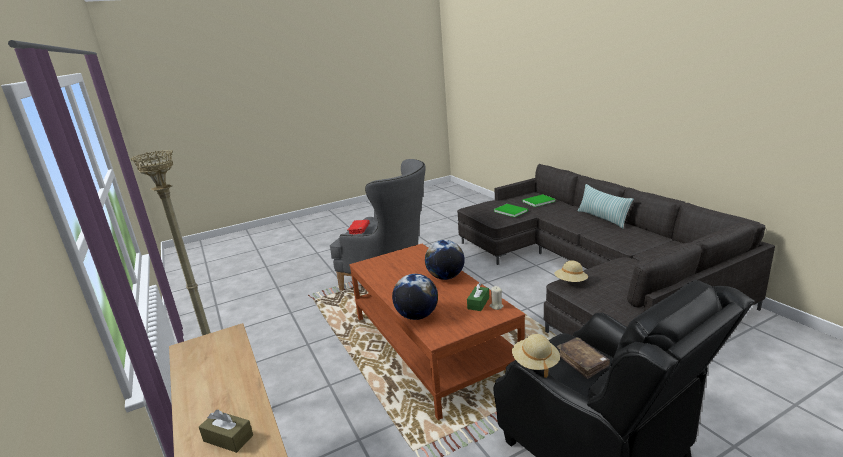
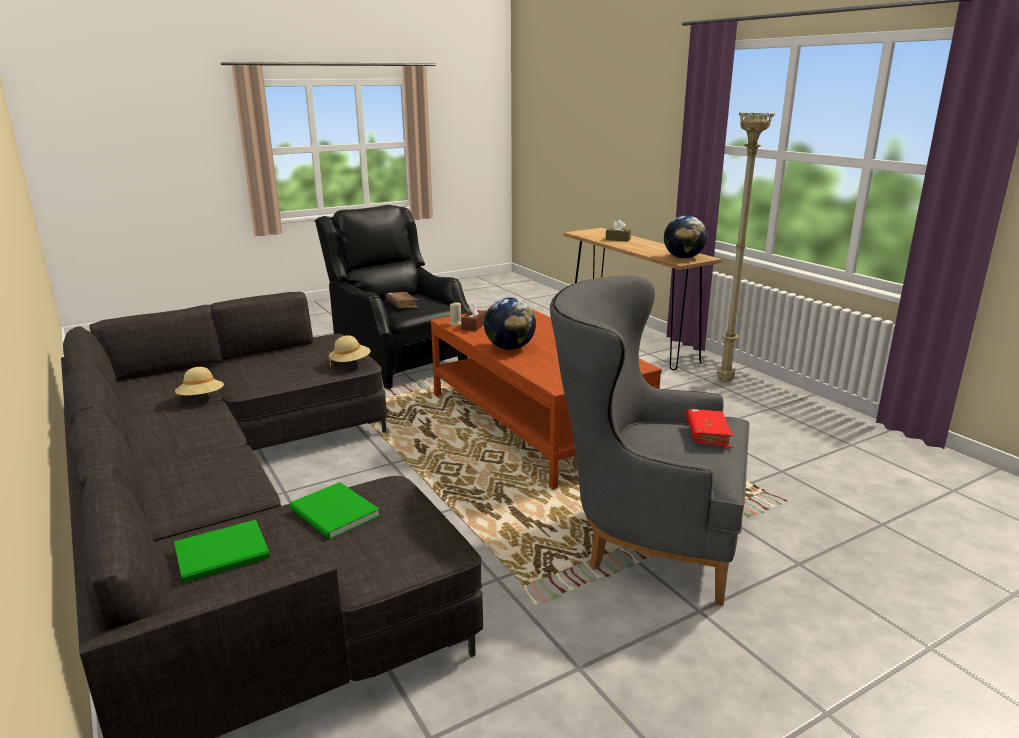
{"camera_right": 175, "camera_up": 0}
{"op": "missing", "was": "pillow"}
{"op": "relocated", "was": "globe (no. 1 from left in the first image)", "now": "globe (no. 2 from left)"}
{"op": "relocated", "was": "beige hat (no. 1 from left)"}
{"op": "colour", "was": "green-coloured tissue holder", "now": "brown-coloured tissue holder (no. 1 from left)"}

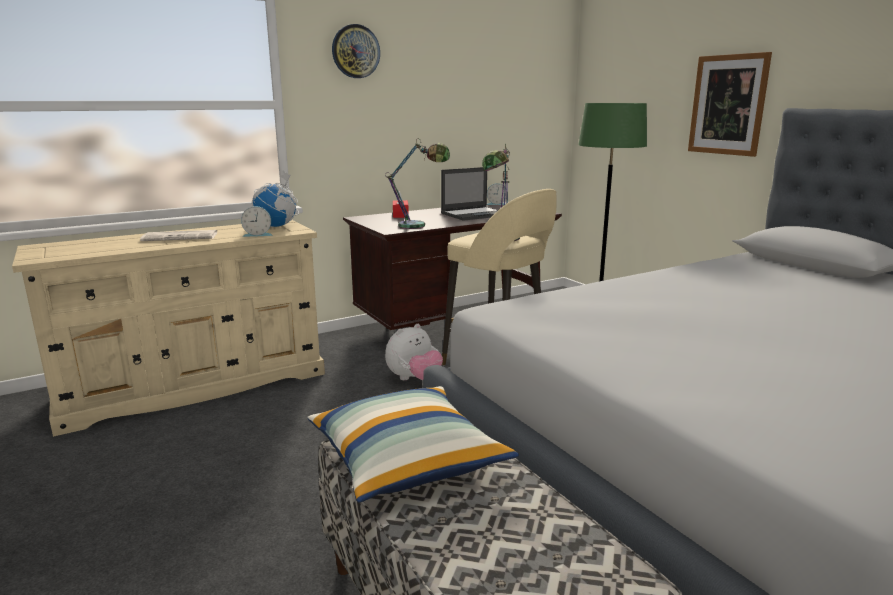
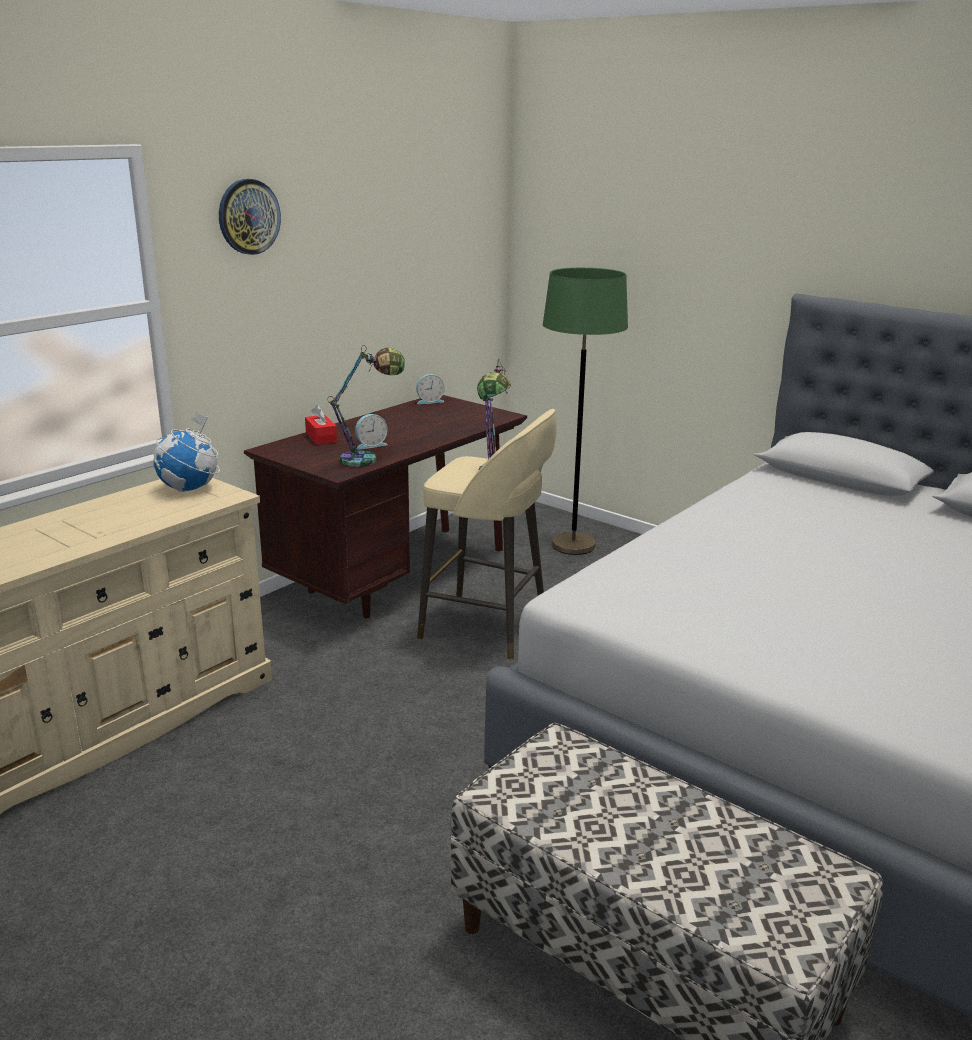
{"camera_right": -20, "camera_up": 5}
{"op": "missing", "was": "printed paper"}
{"op": "missing", "was": "pillow"}
{"op": "missing", "was": "soft toy"}
{"op": "missing", "was": "portable computer"}
{"op": "missing", "was": "wall art"}
{"op": "relocated", "was": "bedside clock (no. 1 from left)"}

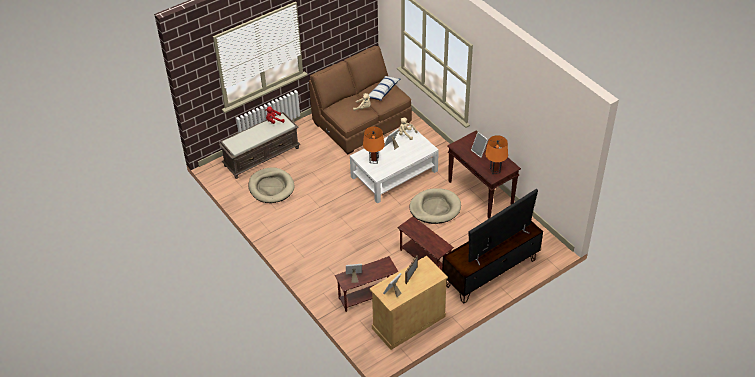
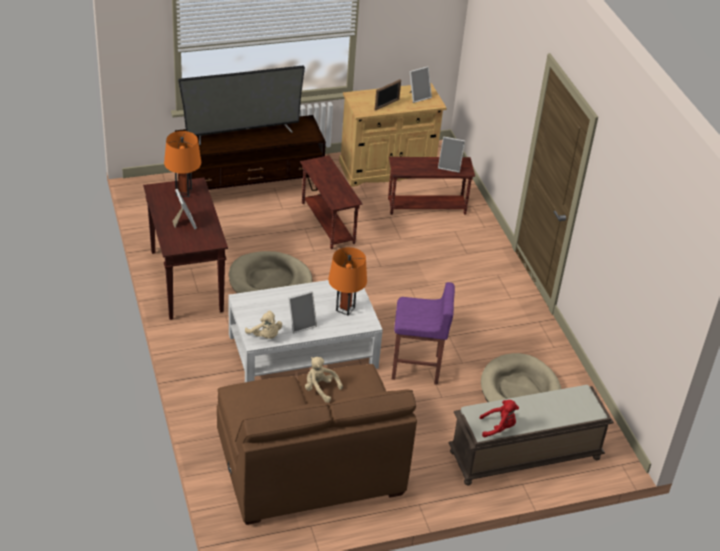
{"camera_right": -165, "camera_up": -5}
{"op": "missing", "was": "pillow"}
{"op": "appeared", "now": "purple stool seat"}

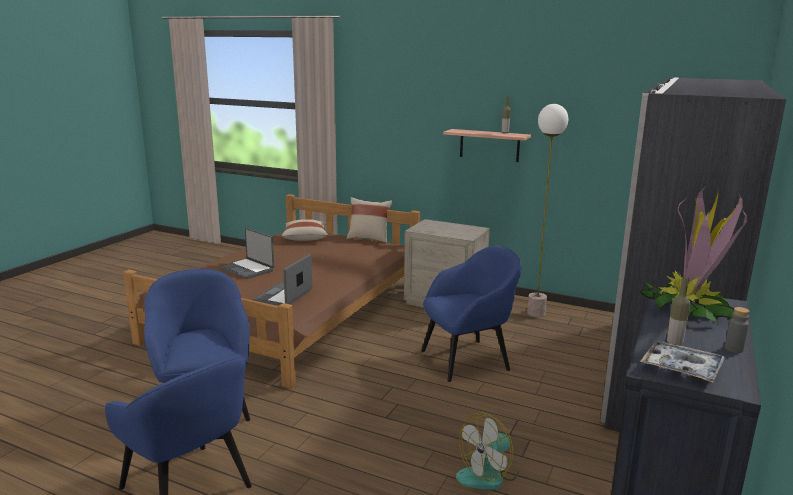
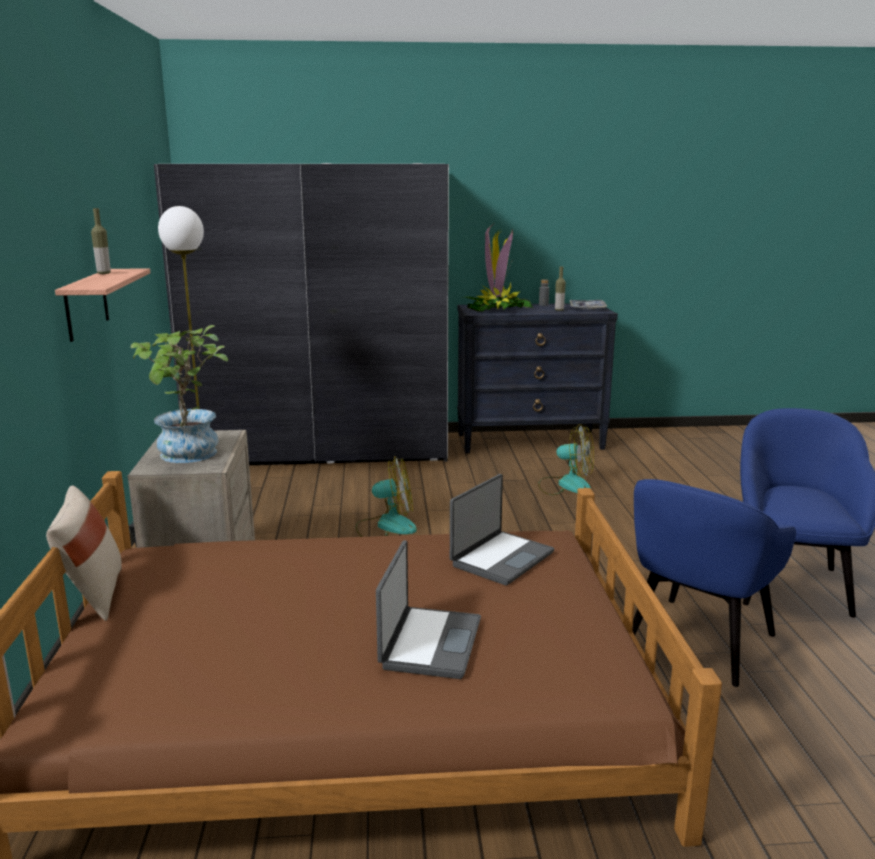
{"camera_right": -120, "camera_up": 0}
{"op": "missing", "was": "beige pillow (no. 1 from left)"}
{"op": "appeared", "now": "potted plant (no. 1 from left)"}
{"op": "exchanged", "was": "bluish armchair (no. 3 from left)", "now": "fan (no. 1 from left)"}
{"op": "spun", "was": "portable computer (no. 2 from left)", "clockwise": -45}

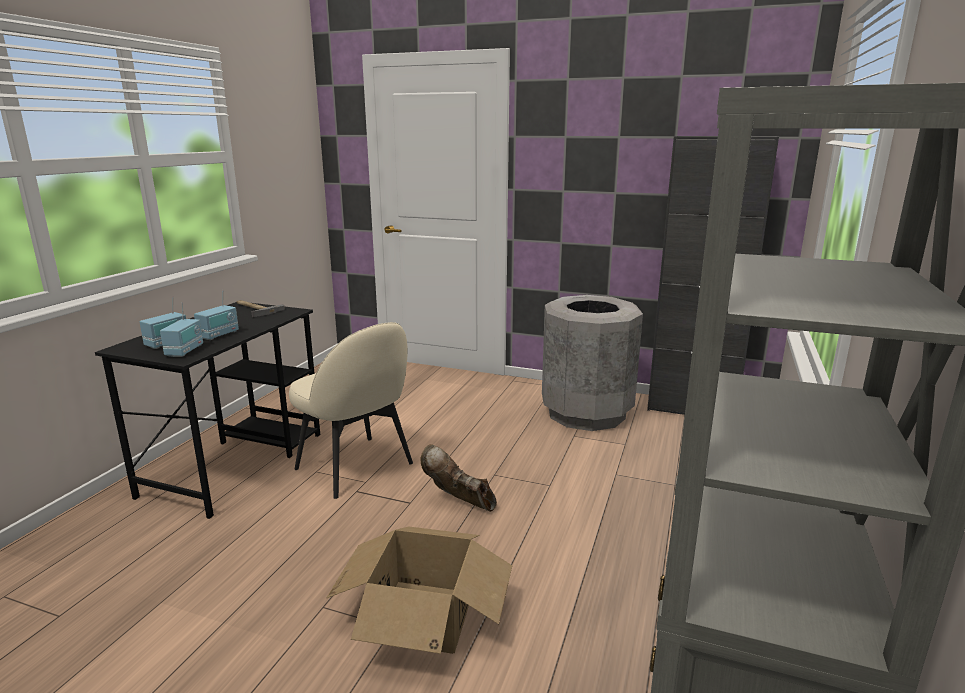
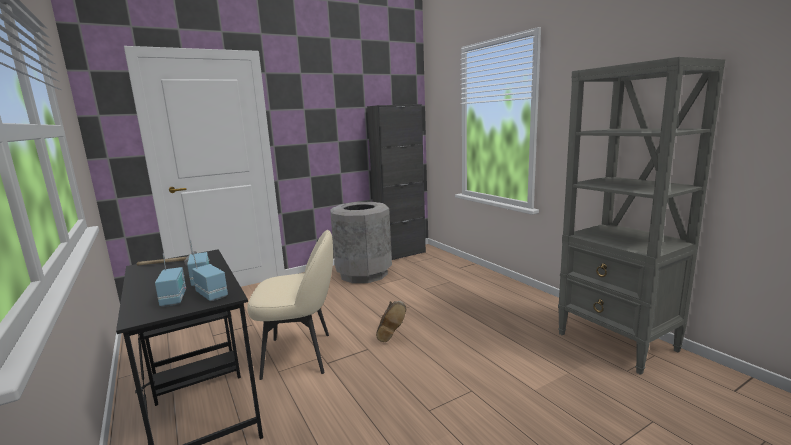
{"camera_right": -50, "camera_up": -5}
{"op": "missing", "was": "packing box"}
{"op": "spun", "was": "brown-coloured boot", "clockwise": -75}

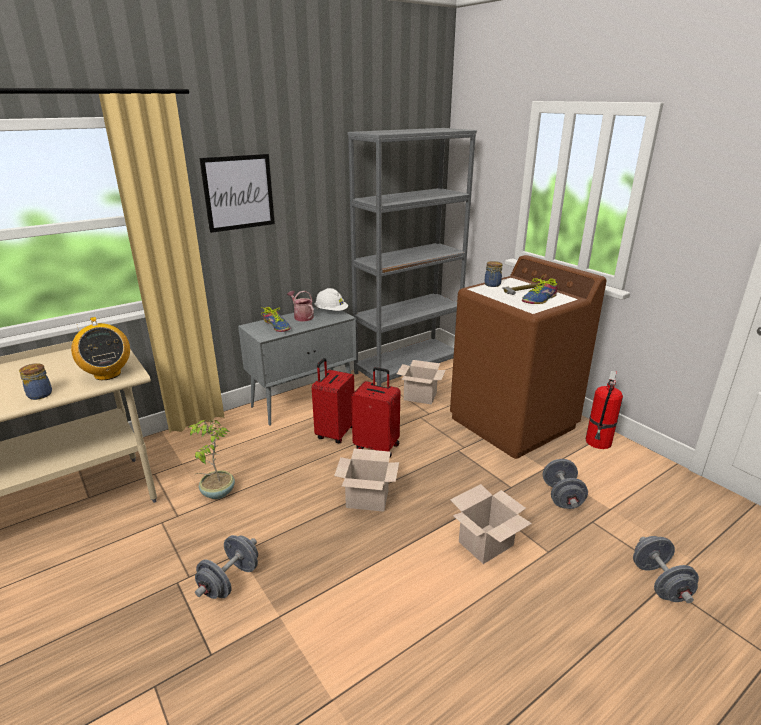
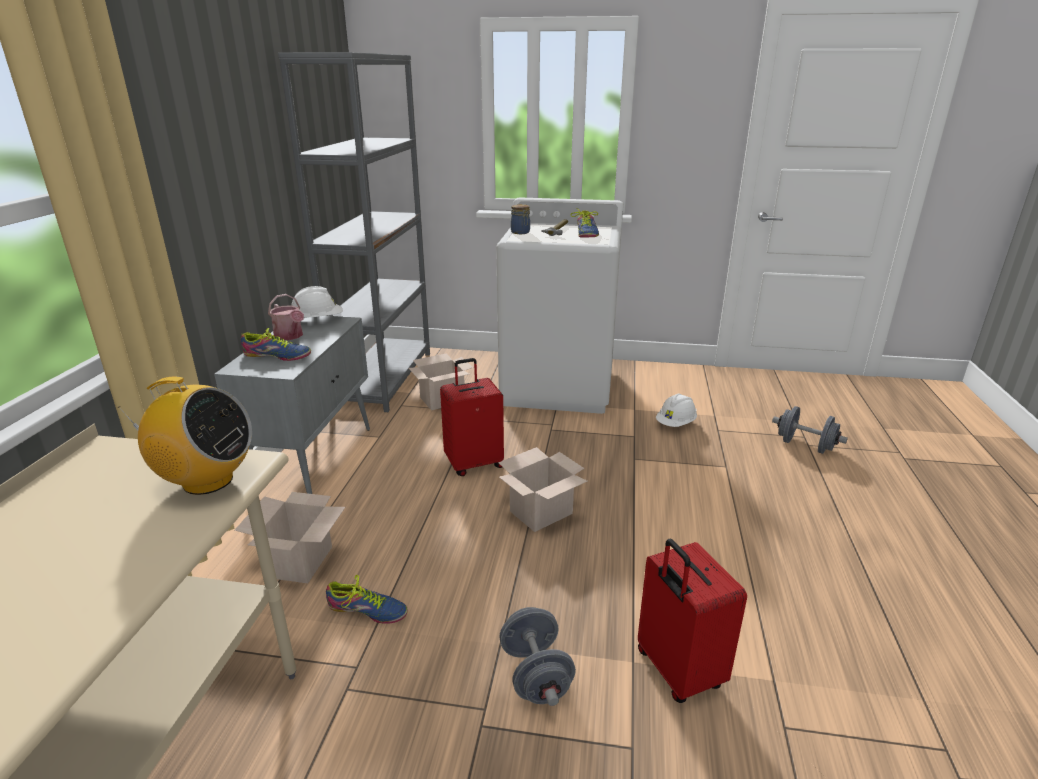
{"camera_right": -45, "camera_up": 0}
{"op": "missing", "was": "storage jar (no. 1 from left)"}
{"op": "missing", "was": "wall art"}
{"op": "missing", "was": "extinguisher"}
{"op": "relocated", "was": "red-coloured piece of luggage (no. 1 from left in the first image)", "now": "red-coloured piece of luggage (no. 2 from left)"}
{"op": "relocated", "was": "packing box (no. 3 from left in the first image)", "now": "packing box (no. 1 from left)"}
{"op": "exchanged", "was": "potted plant", "now": "shoe (no. 2 from left)"}
{"op": "exchanged", "was": "gray dumbbell (no. 2 from left)", "now": "whitish work helmet (no. 2 from left)"}
{"op": "colour", "was": "brown-coloured washing machine", "now": "whitish washing machine"}
{"op": "spun", "was": "sprinkling can", "clockwise": -135}

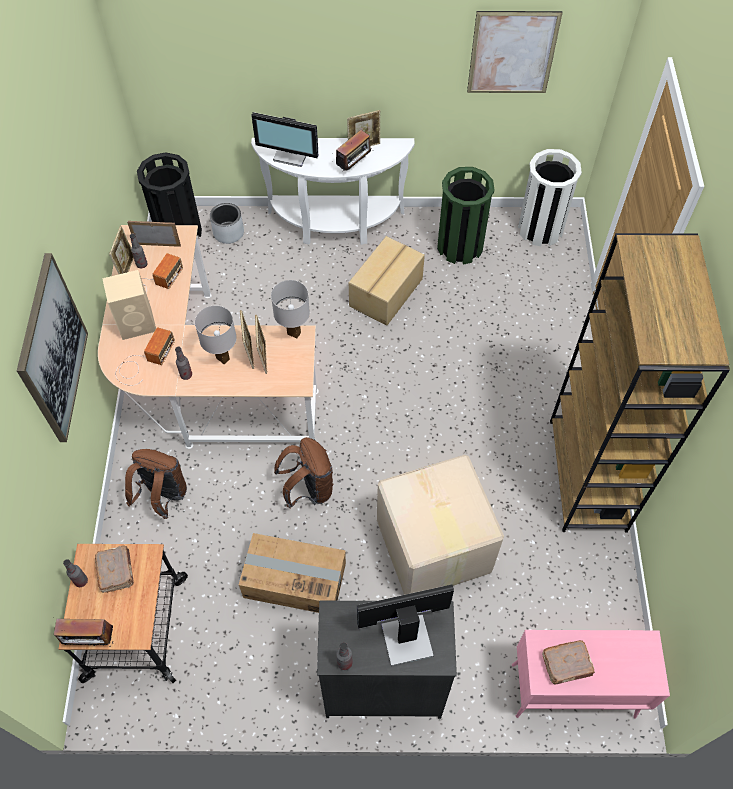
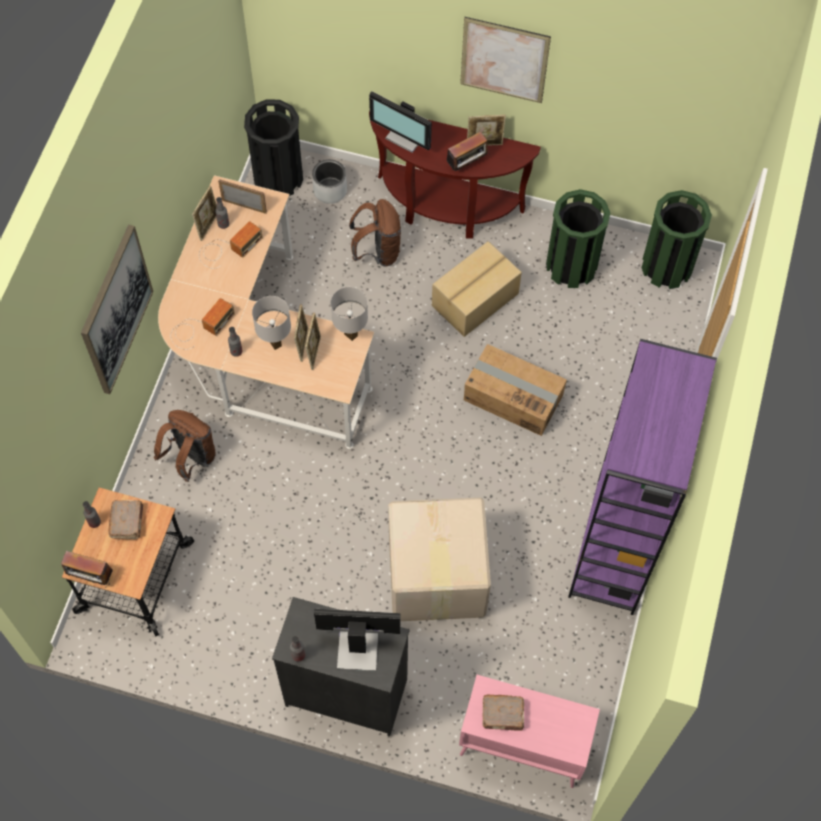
{"camera_right": 15, "camera_up": 5}
{"op": "missing", "was": "beige loudspeaker"}
{"op": "relocated", "was": "packing box (no. 1 from left in the first image)", "now": "packing box (no. 3 from left)"}
{"op": "relocated", "was": "brown-coloured rucksack (no. 2 from left)"}
{"op": "relocated", "was": "wall art (no. 2 from left)"}
{"op": "colour", "was": "whitish hall table", "now": "brown-coloured hall table"}
{"op": "colour", "was": "whitish waste bin", "now": "green-coloured waste bin (no. 2 from left)"}
{"op": "colour", "was": "brown-coloured bookcase", "now": "purple bookcase"}

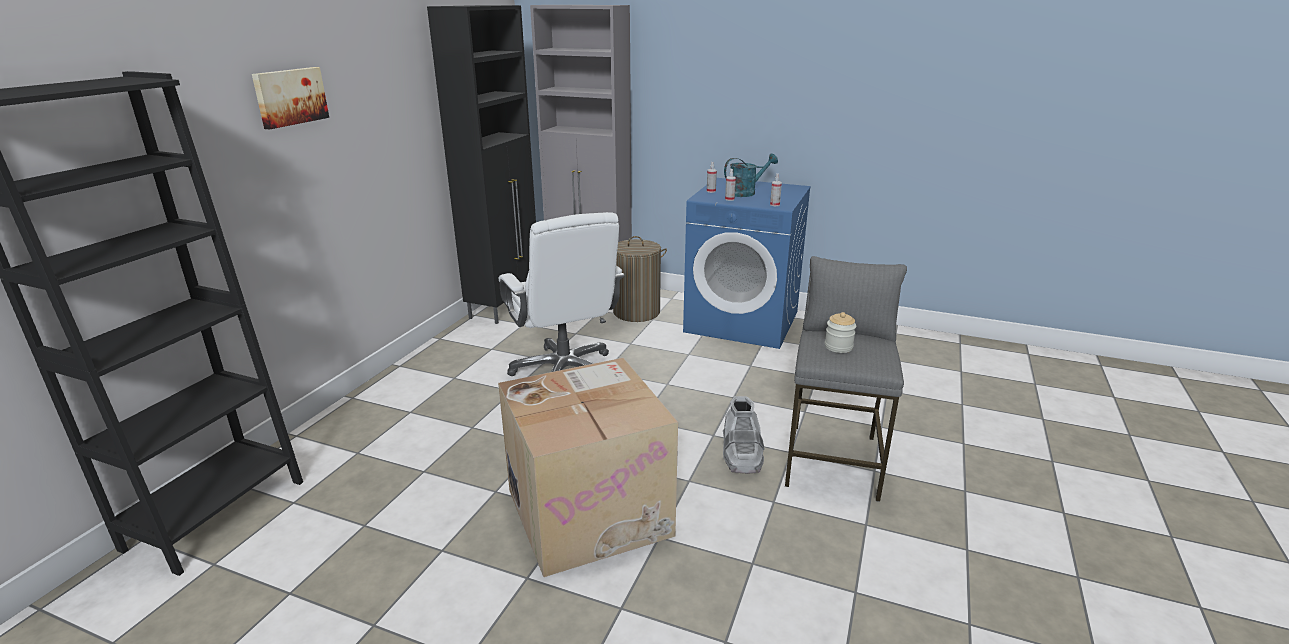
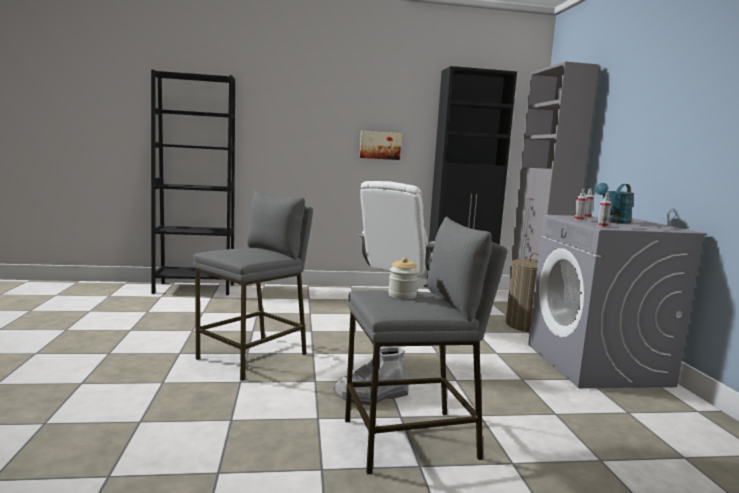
{"camera_right": 60, "camera_up": -15}
{"op": "relocated", "was": "wall art"}
{"op": "exchanged", "was": "packing box", "now": "gray stool seat (no. 1 from left)"}
{"op": "colour", "was": "bluish washing machine", "now": "gray washing machine"}
{"op": "spun", "was": "turquoise-coloured sprinkling can", "clockwise": 105}

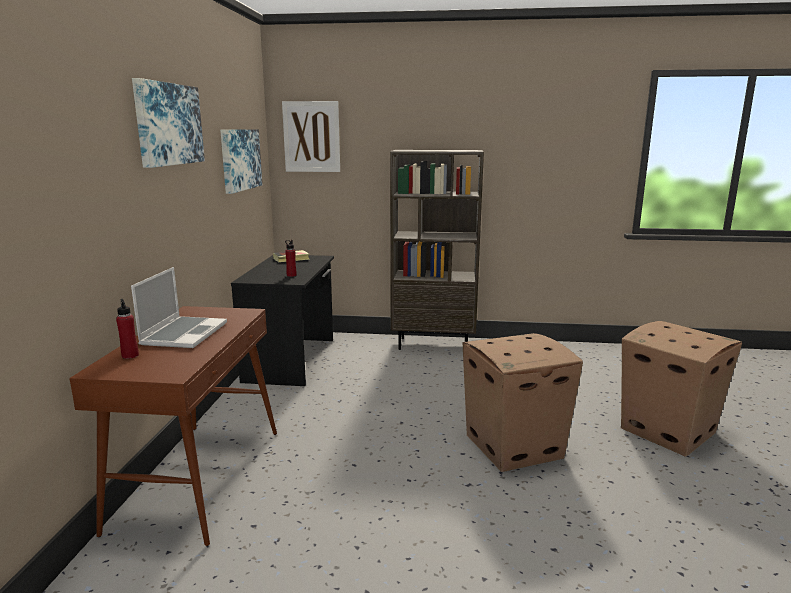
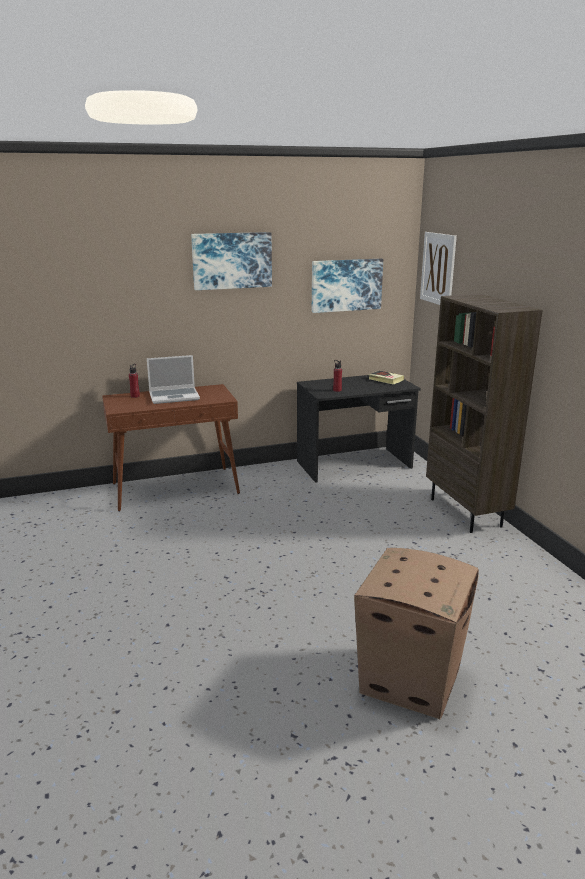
{"camera_right": 65, "camera_up": 5}
{"op": "missing", "was": "packing box (no. 1 from left)"}

